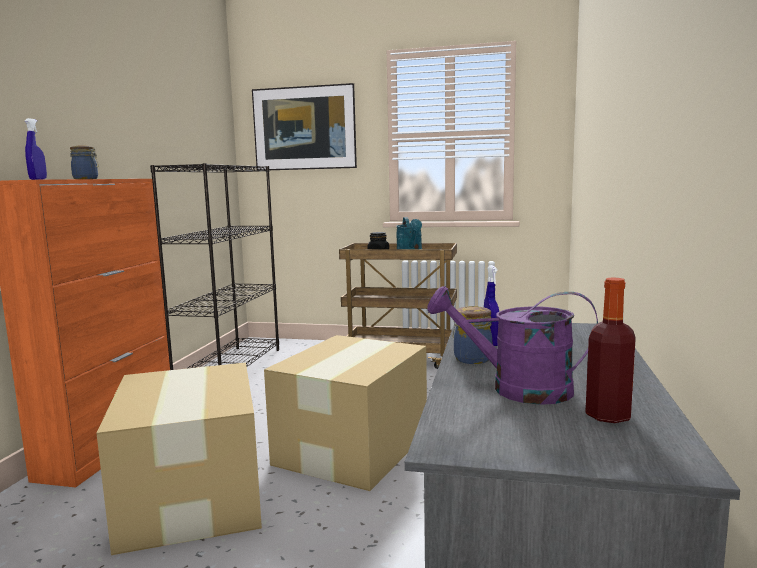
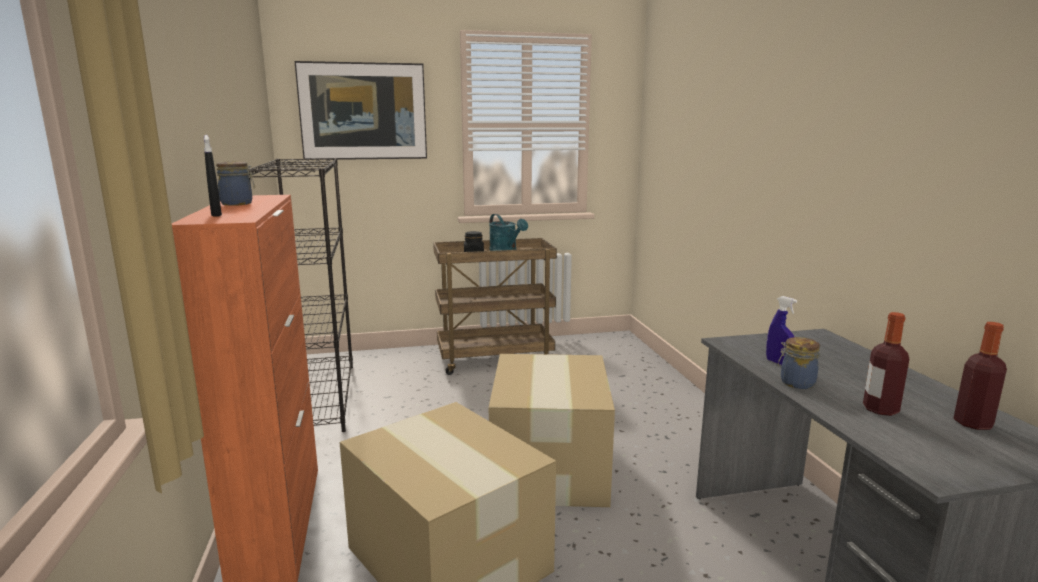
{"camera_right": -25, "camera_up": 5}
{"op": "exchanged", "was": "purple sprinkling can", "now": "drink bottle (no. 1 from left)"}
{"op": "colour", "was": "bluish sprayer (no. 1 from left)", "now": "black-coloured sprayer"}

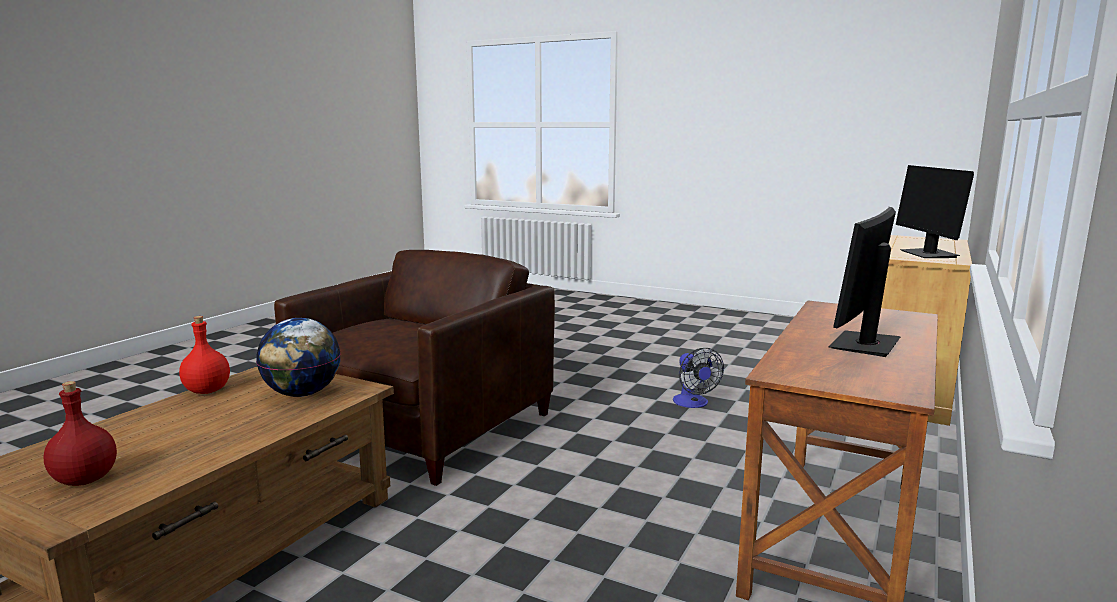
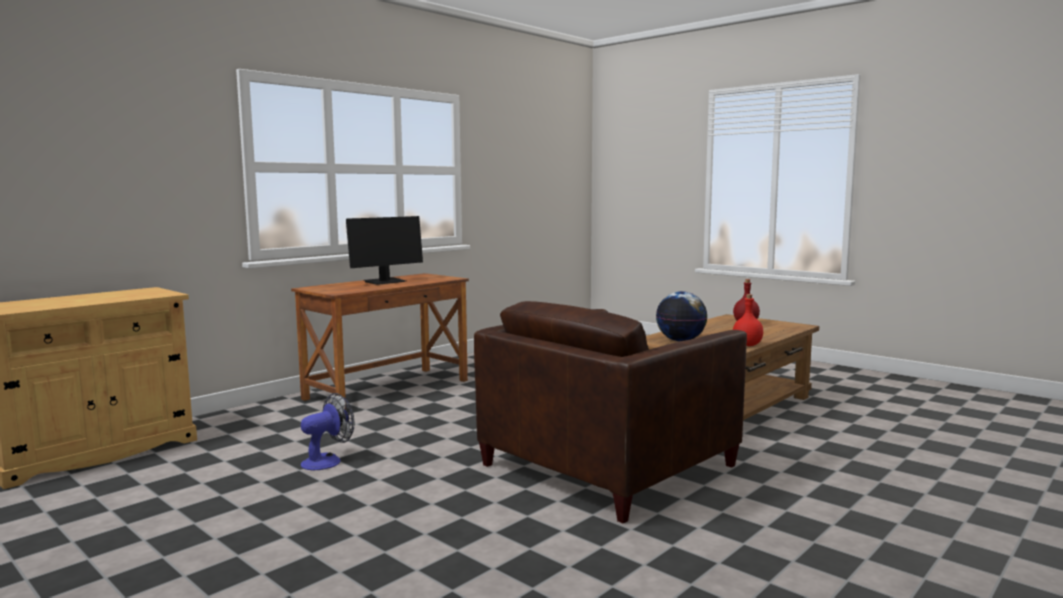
{"camera_right": -165, "camera_up": -5}
{"op": "missing", "was": "computer screen (no. 2 from left)"}
{"op": "spun", "was": "fan", "clockwise": 45}

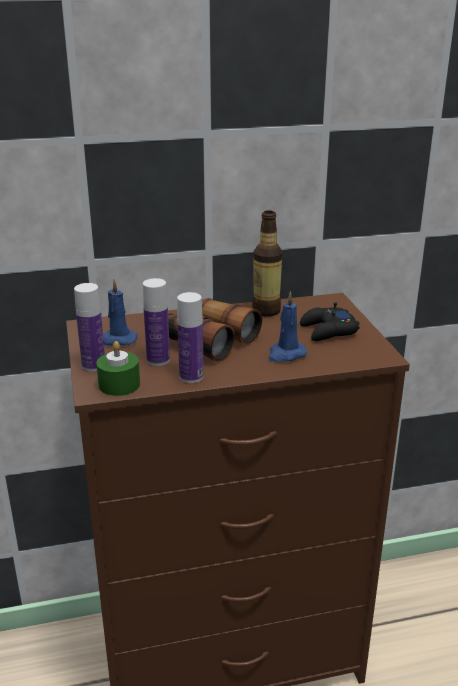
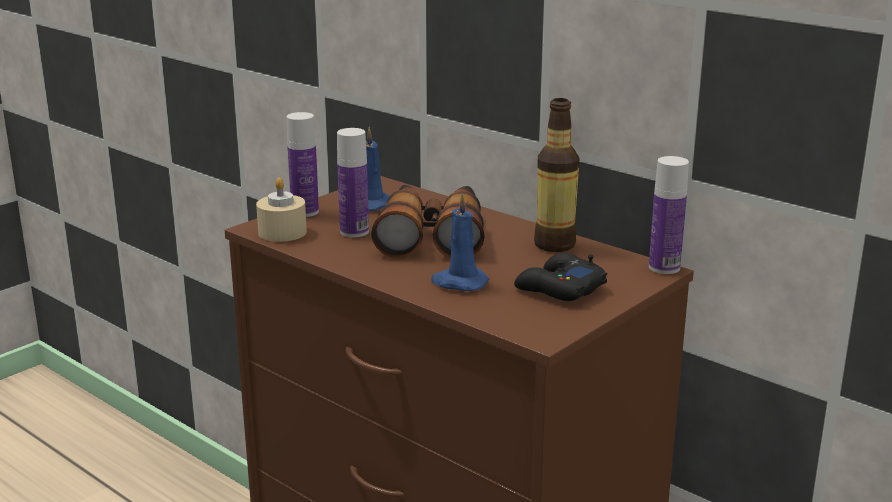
{"camera_right": 55, "camera_up": -5}
{"op": "relocated", "was": "drink bottle (no. 3 from left in the first image)", "now": "drink bottle (no. 4 from left)"}
{"op": "colour", "was": "green-coloured candle", "now": "beige candle"}

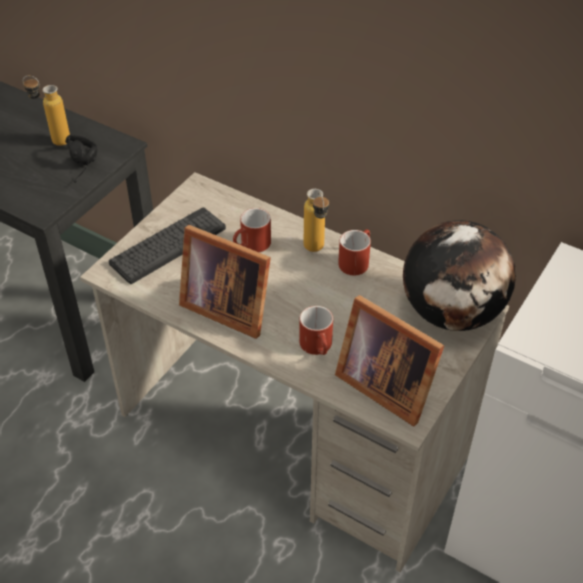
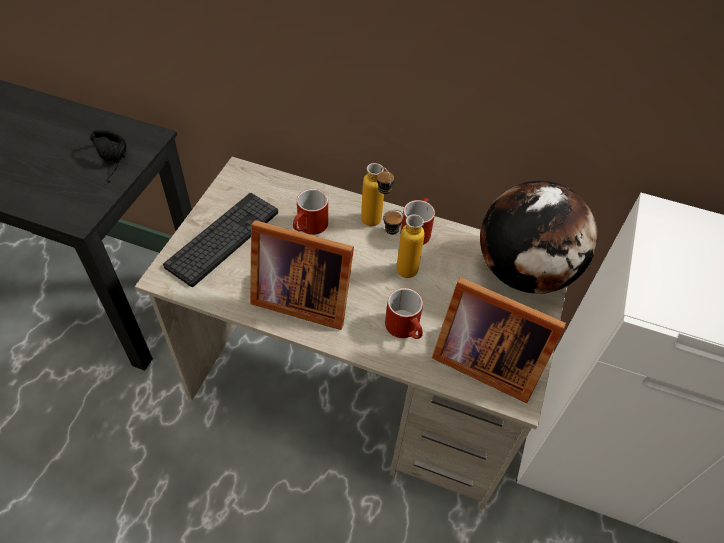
{"camera_right": -15, "camera_up": 5}
{"op": "relocated", "was": "drink bottle (no. 1 from left in the first image)", "now": "drink bottle (no. 2 from left)"}

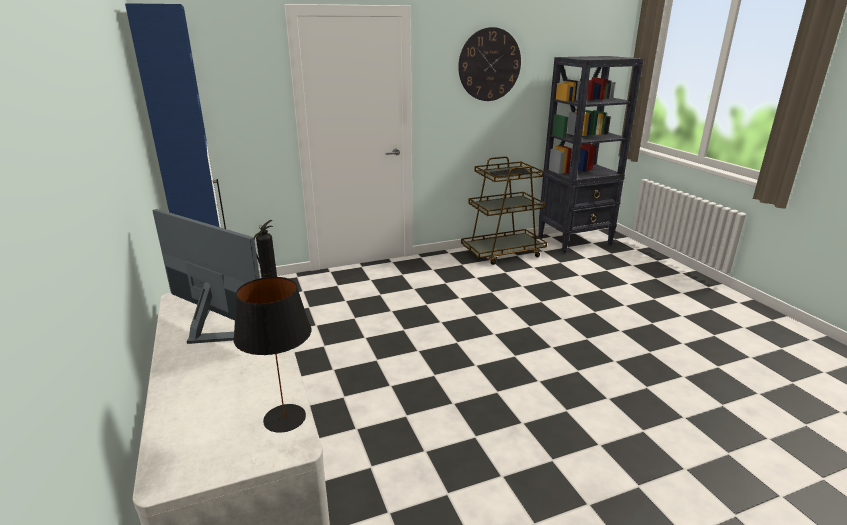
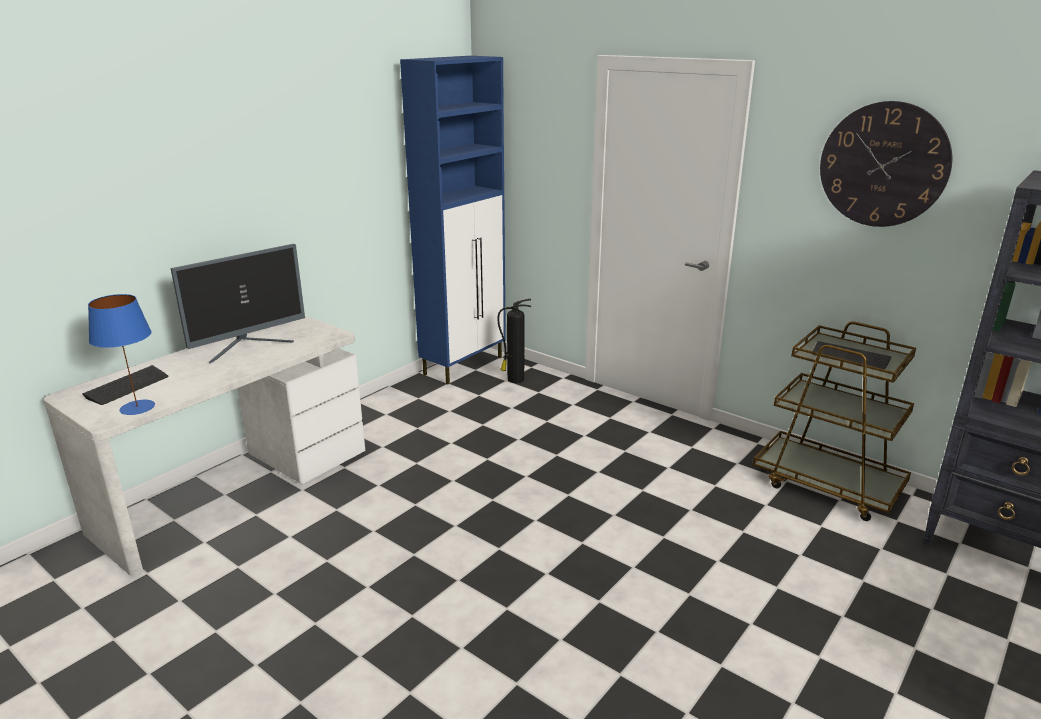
{"camera_right": 60, "camera_up": 0}
{"op": "appeared", "now": "computer keyboard (no. 1 from left)"}
{"op": "colour", "was": "black-coloured lamp for a table", "now": "bluish lamp for a table"}
{"op": "spun", "was": "computer screen", "clockwise": 45}

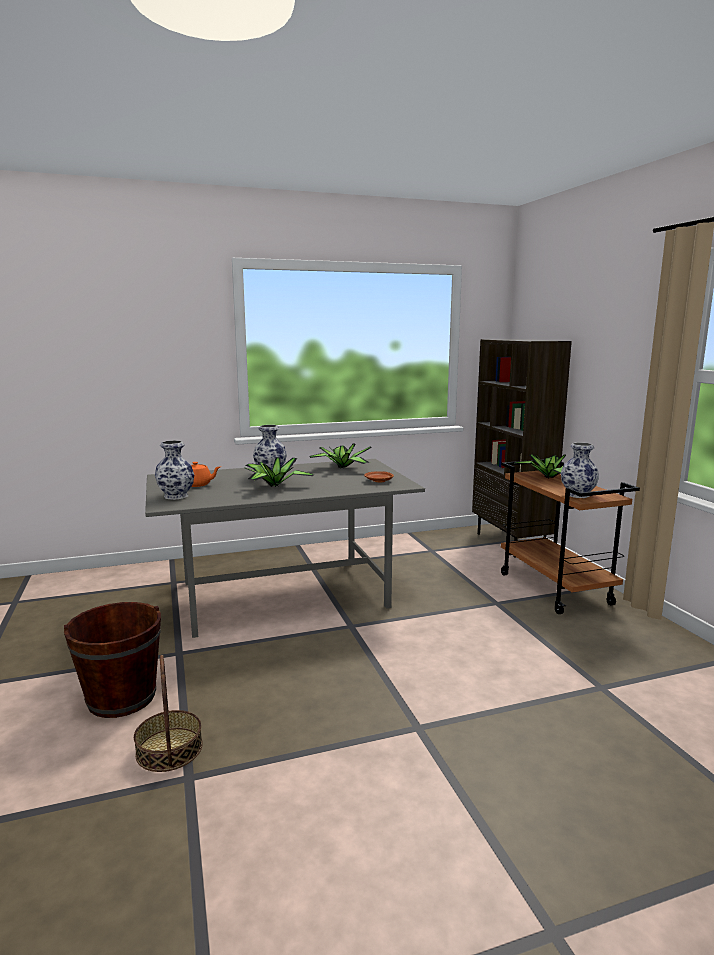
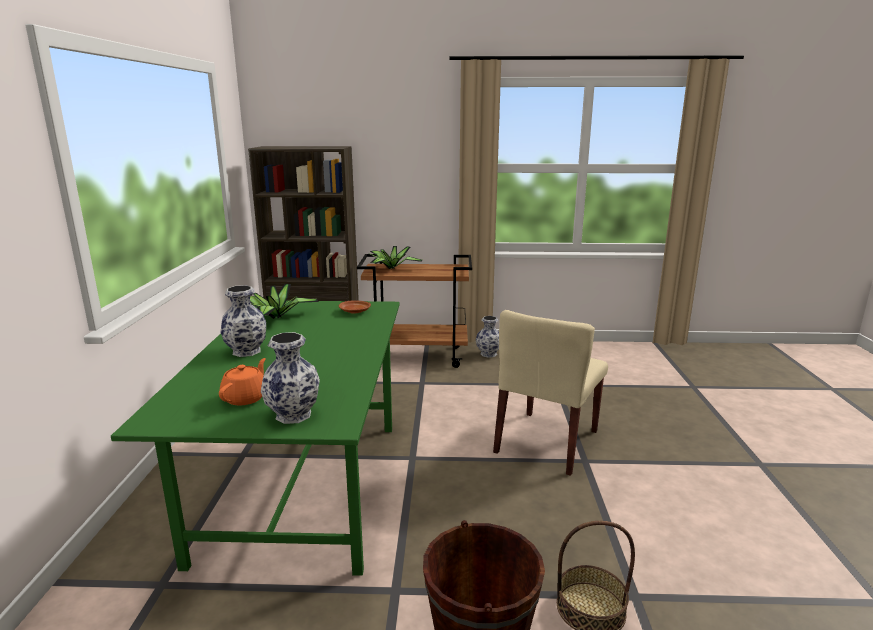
{"camera_right": -70, "camera_up": 5}
{"op": "missing", "was": "potted plant (no. 1 from left)"}
{"op": "appeared", "now": "beige chair"}
{"op": "relocated", "was": "vase (no. 3 from left)"}
{"op": "colour", "was": "gray dinner table", "now": "green-coloured dinner table"}

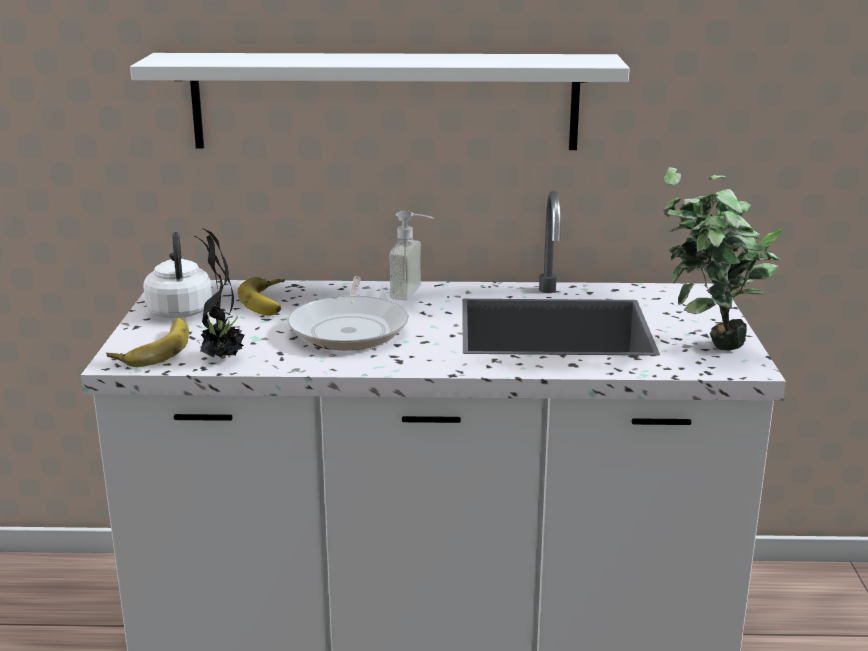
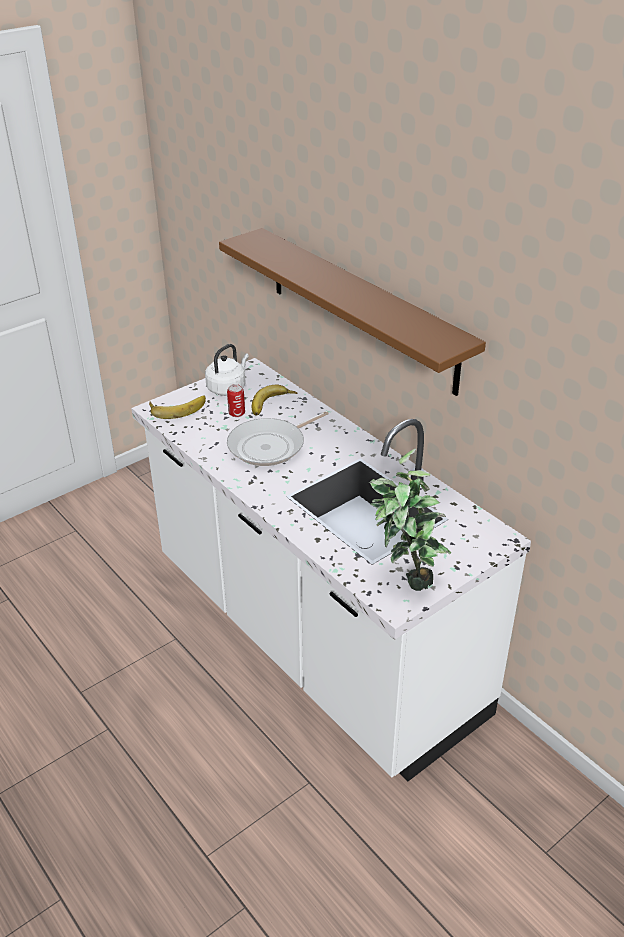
{"camera_right": 50, "camera_up": 15}
{"op": "missing", "was": "potted plant (no. 1 from left)"}
{"op": "missing", "was": "soap bottle"}
{"op": "appeared", "now": "metal can"}
{"op": "colour", "was": "whitish shelf", "now": "brown-coloured shelf"}

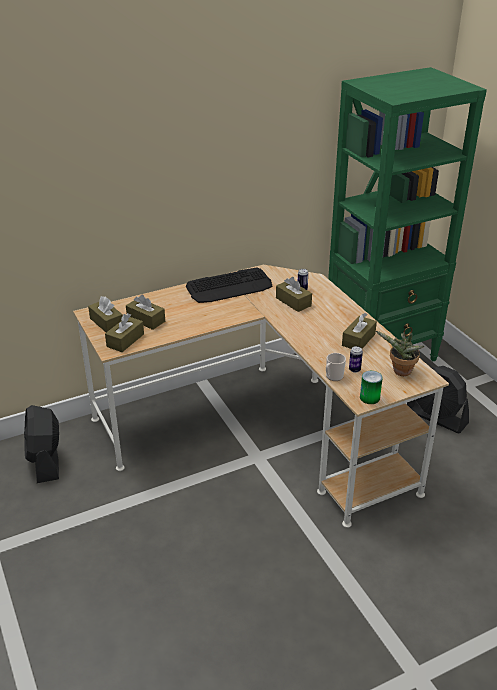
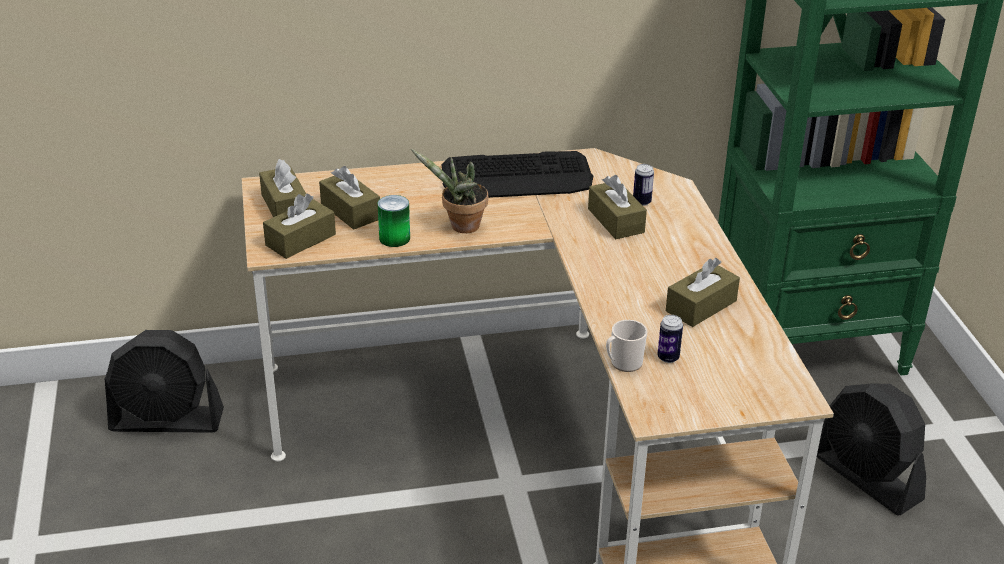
{"camera_right": 15, "camera_up": 0}
{"op": "relocated", "was": "metal can (no. 3 from left in the first image)", "now": "metal can (no. 1 from left)"}
{"op": "relocated", "was": "potted plant"}
{"op": "spun", "was": "black-coloured fan (no. 1 from left)", "clockwise": -90}

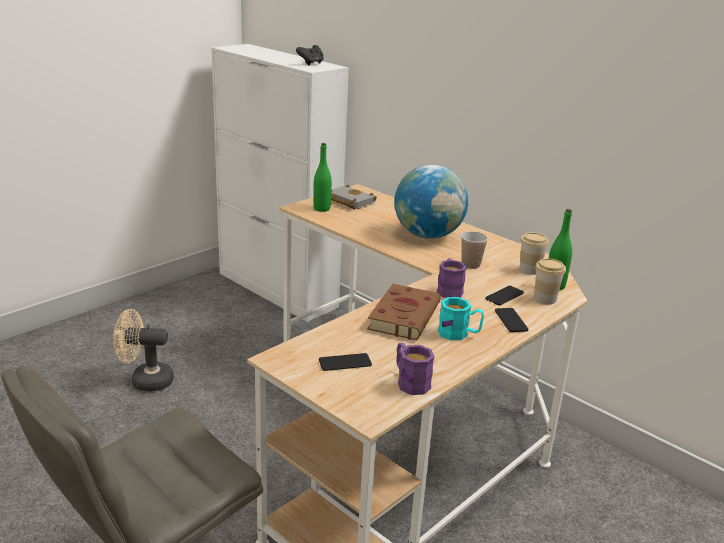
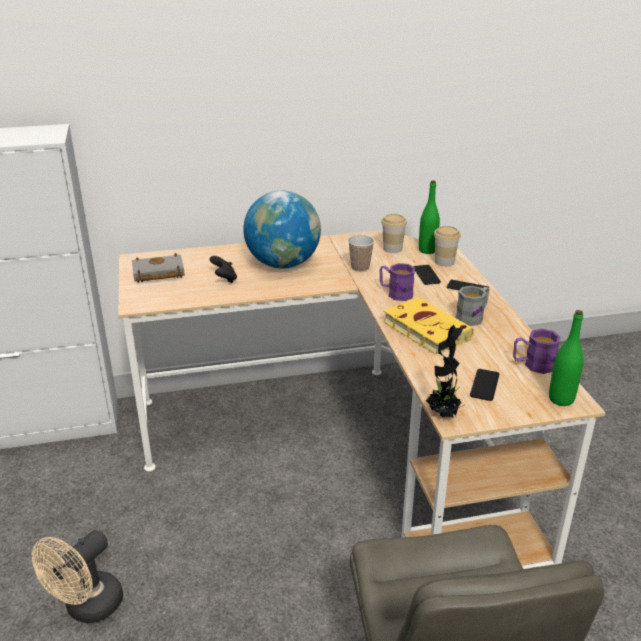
{"camera_right": -55, "camera_up": 5}
{"op": "appeared", "now": "potted plant"}
{"op": "relocated", "was": "black-coloured joypad"}
{"op": "relocated", "was": "green-coloured drink bottle (no. 1 from left in the first image)", "now": "green-coloured drink bottle (no. 2 from left)"}
{"op": "colour", "was": "brown-coloured bound book", "now": "yellowish bound book"}
{"op": "colour", "was": "turquoise-coloured tea mug", "now": "gray tea mug"}

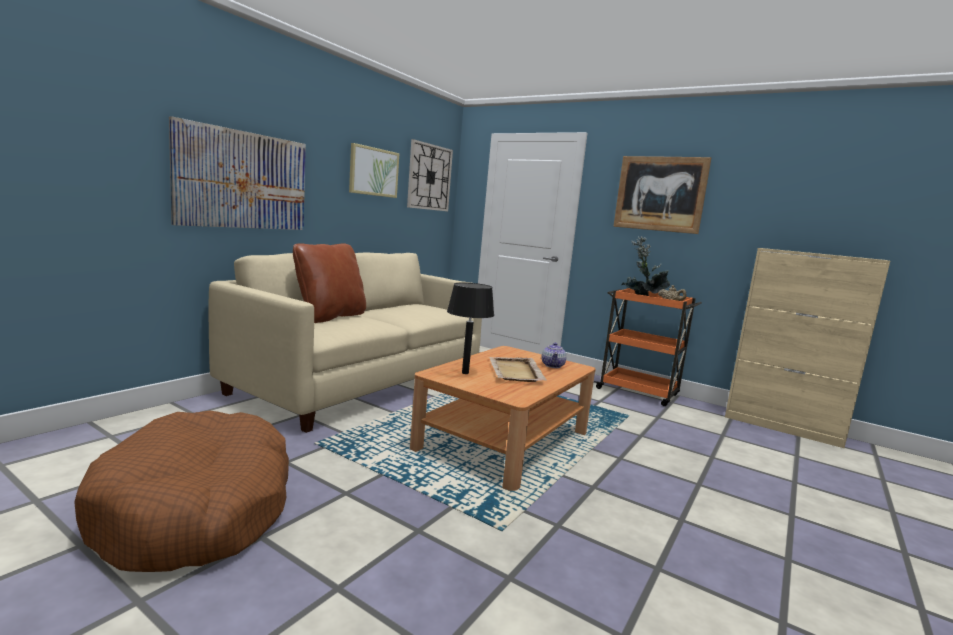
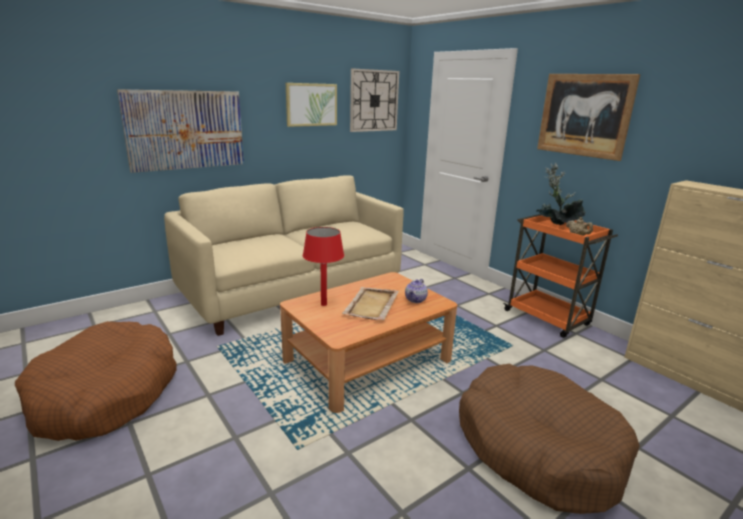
{"camera_right": 20, "camera_up": 10}
{"op": "missing", "was": "brown-coloured pillow"}
{"op": "appeared", "now": "brown-coloured pet bed (no. 2 from left)"}
{"op": "colour", "was": "black-coloured lamp for a table", "now": "red-coloured lamp for a table"}

